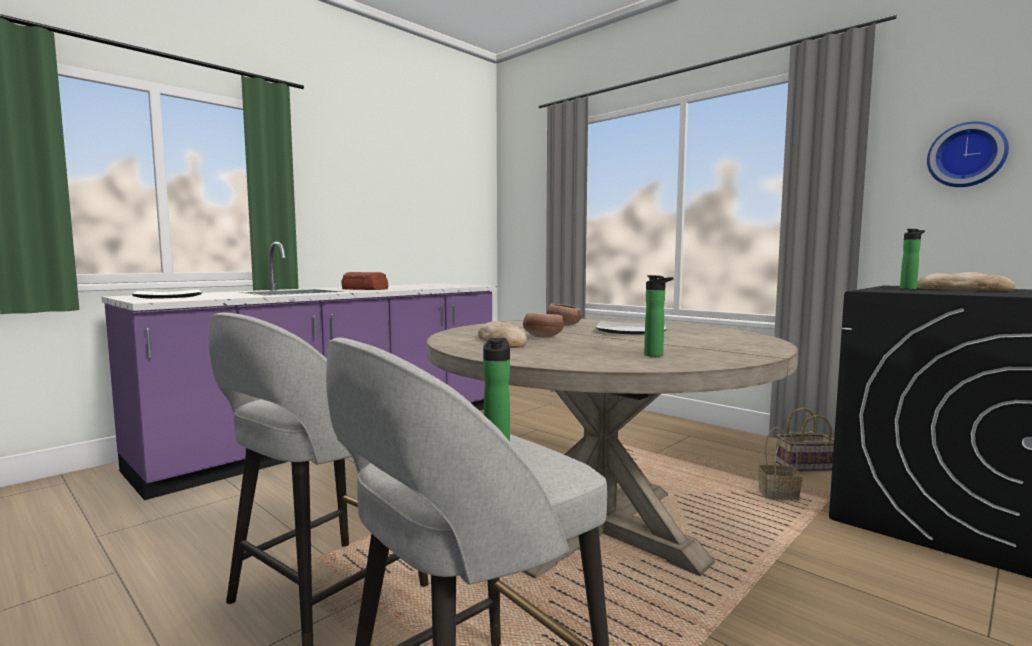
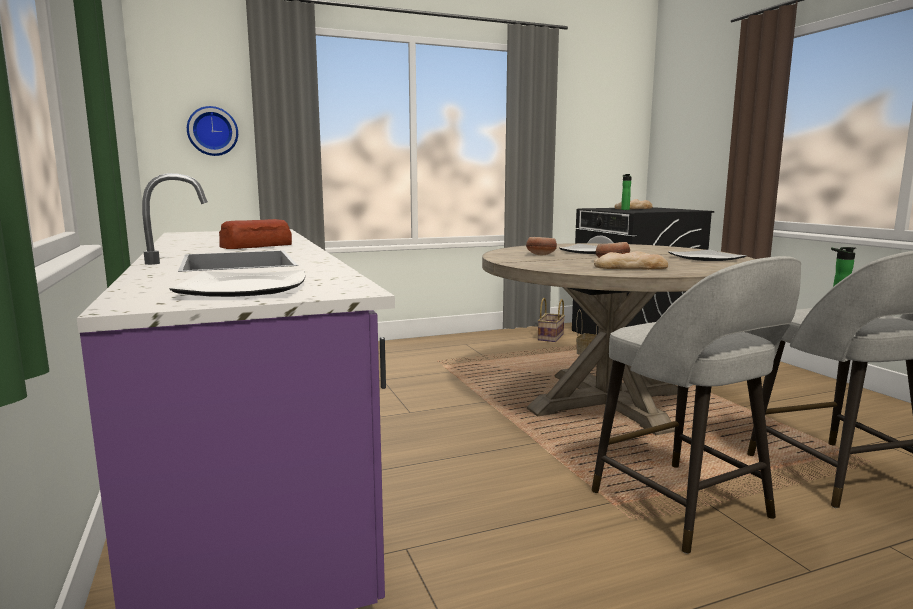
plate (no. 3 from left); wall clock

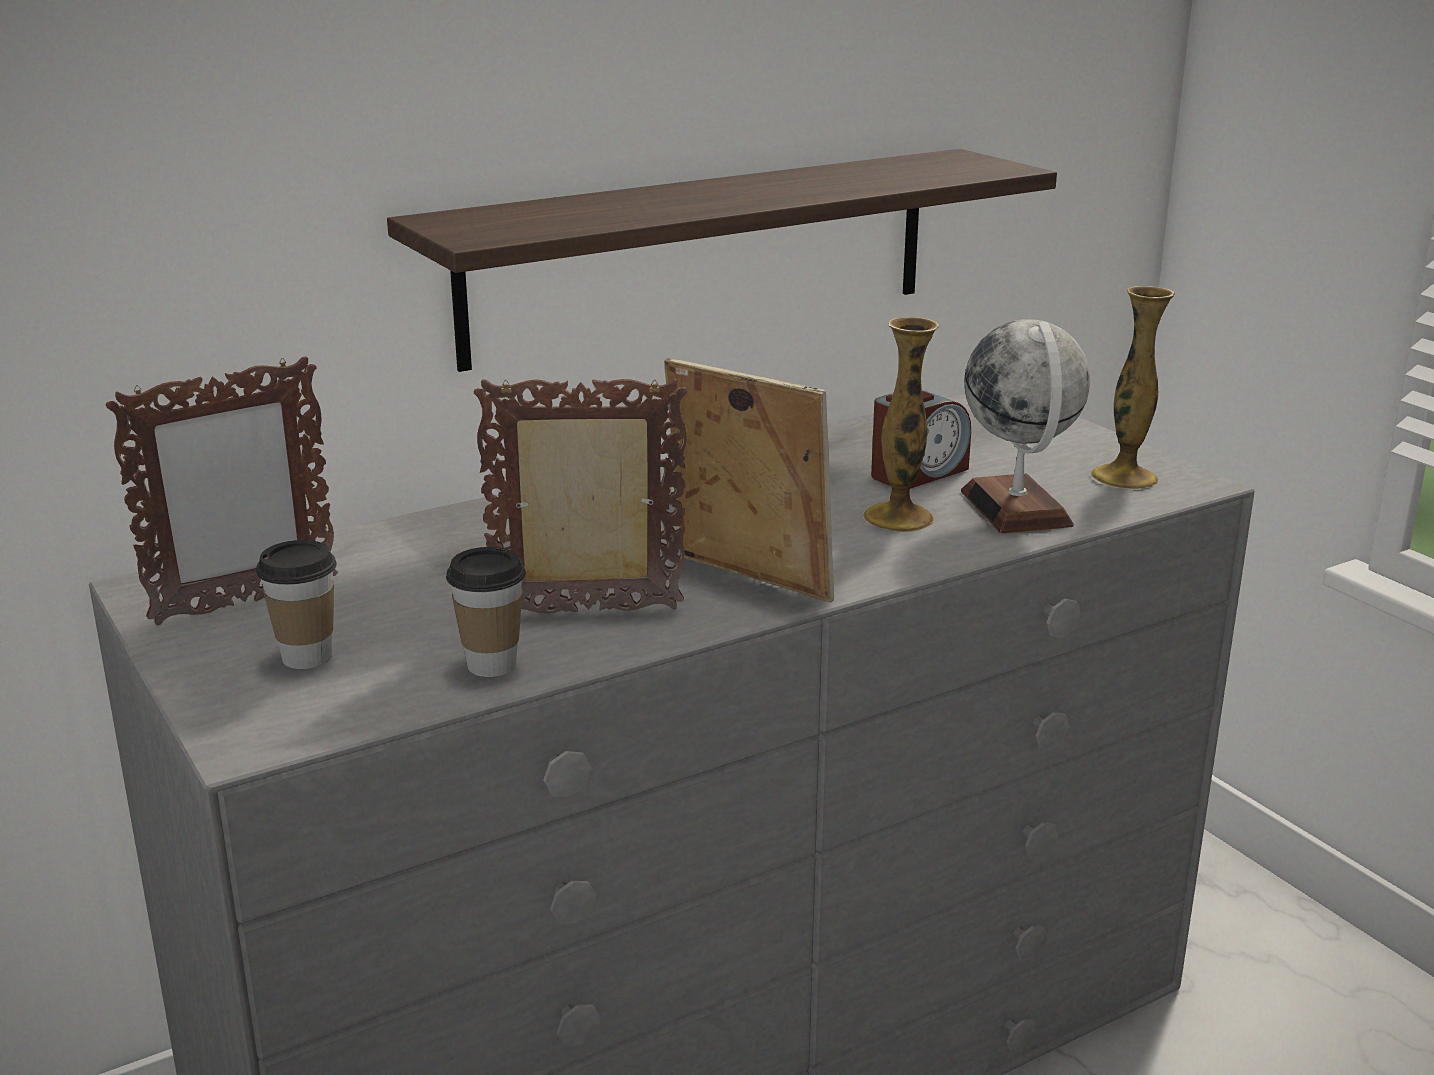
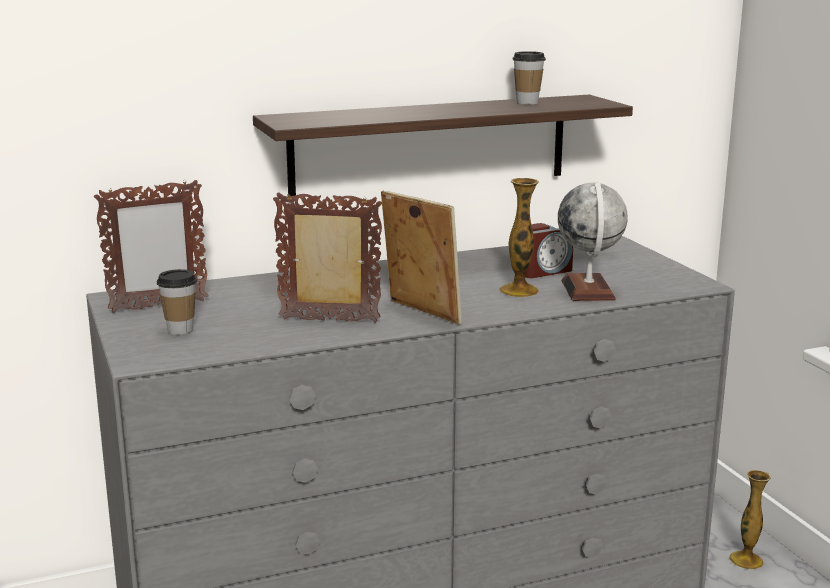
cup (no. 2 from left); vase (no. 2 from left)

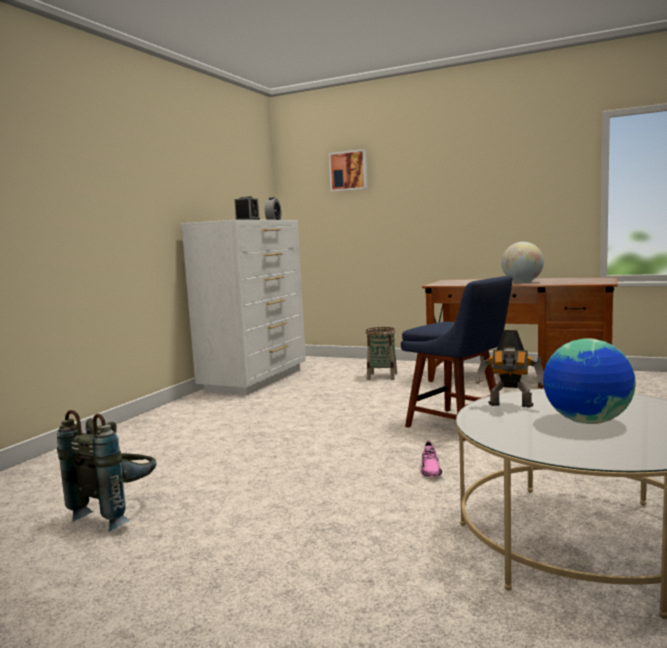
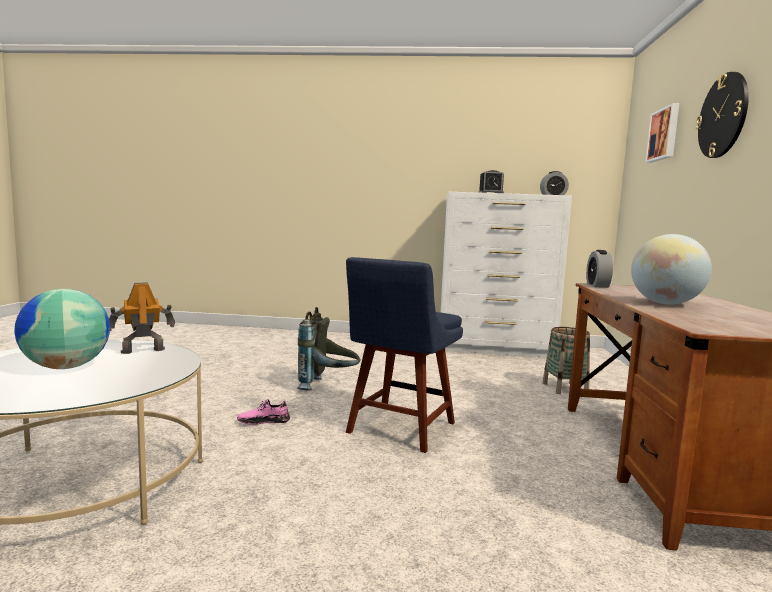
backpack/grey; toy robot; alarm clock (no. 3 from left); wall clock

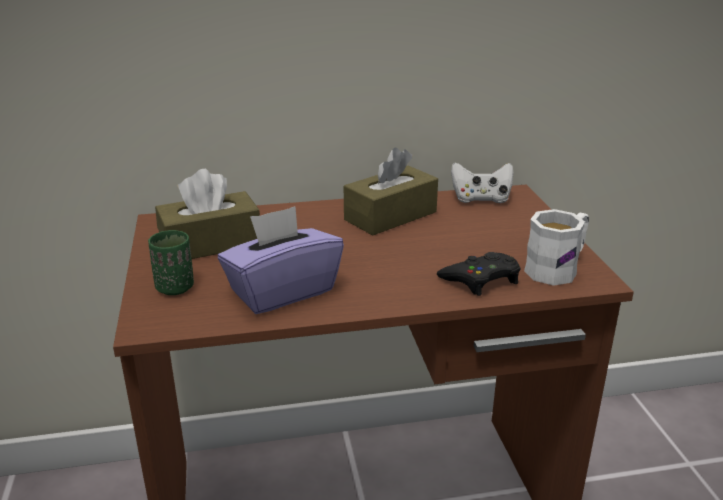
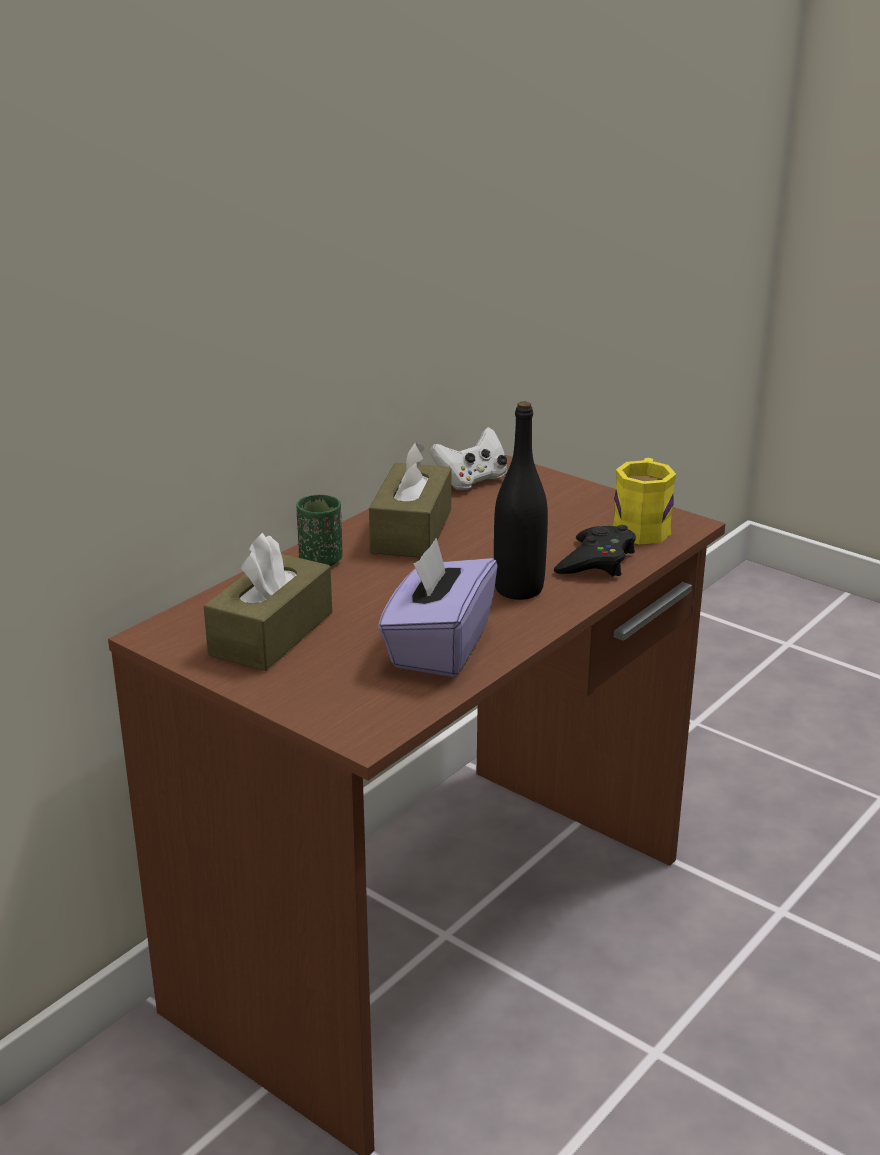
cup/green; mug/yellow; bottle/black

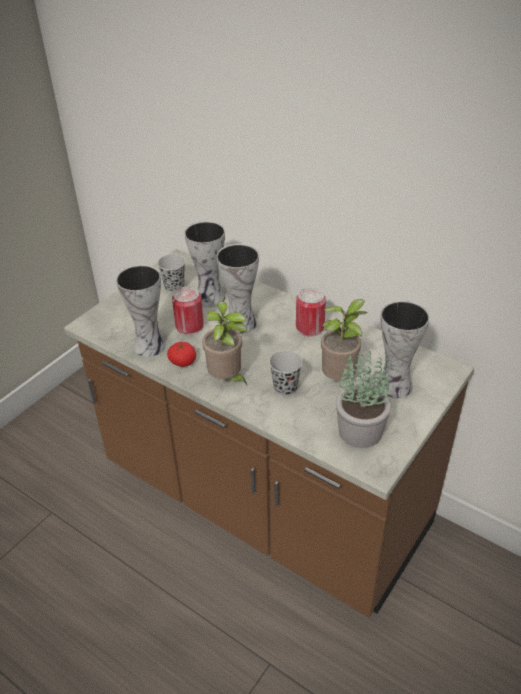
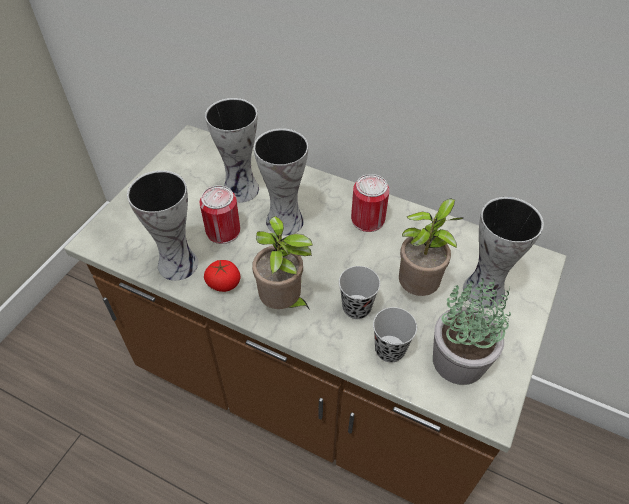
cup/black (no. 2 from left)

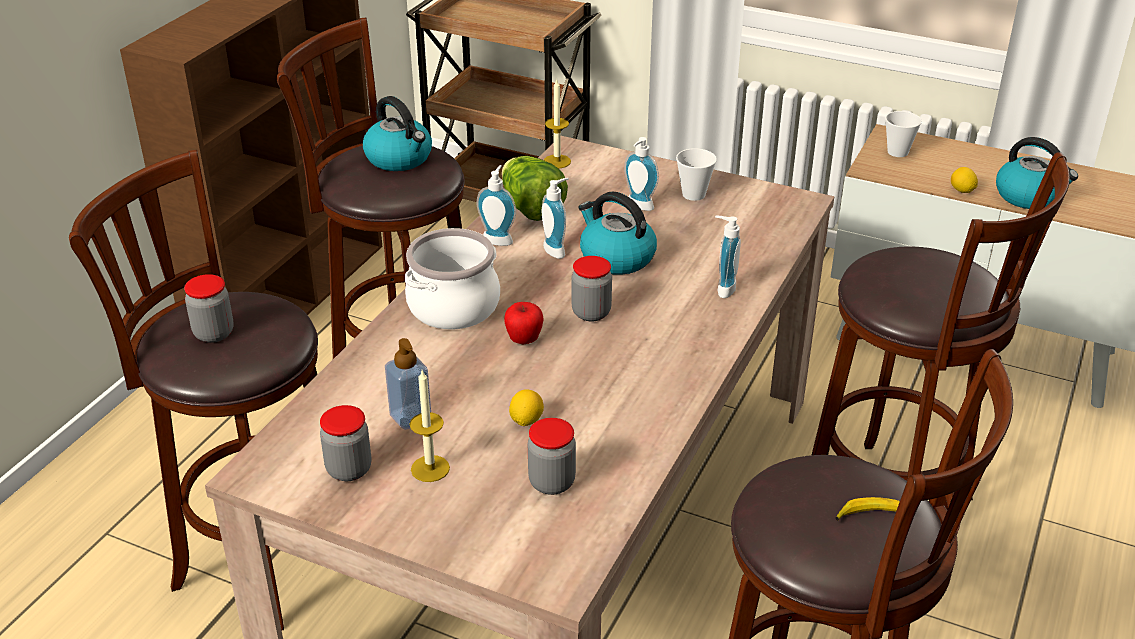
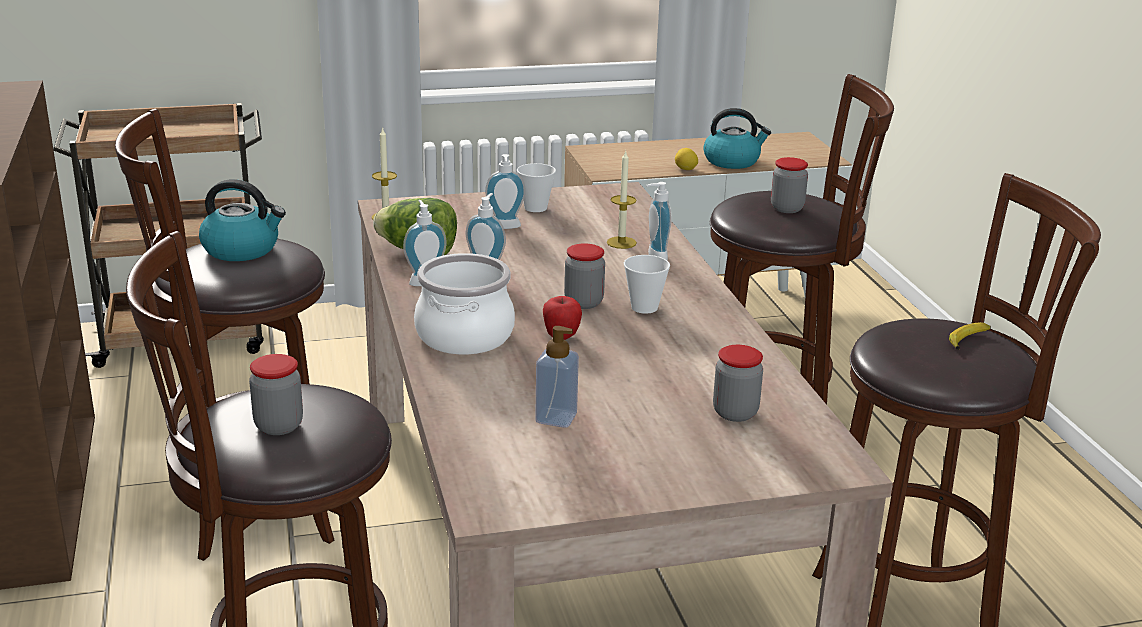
jar (no. 4 from left); candle (no. 2 from left); lemon (no. 1 from left in the first image); kettle (no. 2 from left in the first image); cup (no. 2 from left)

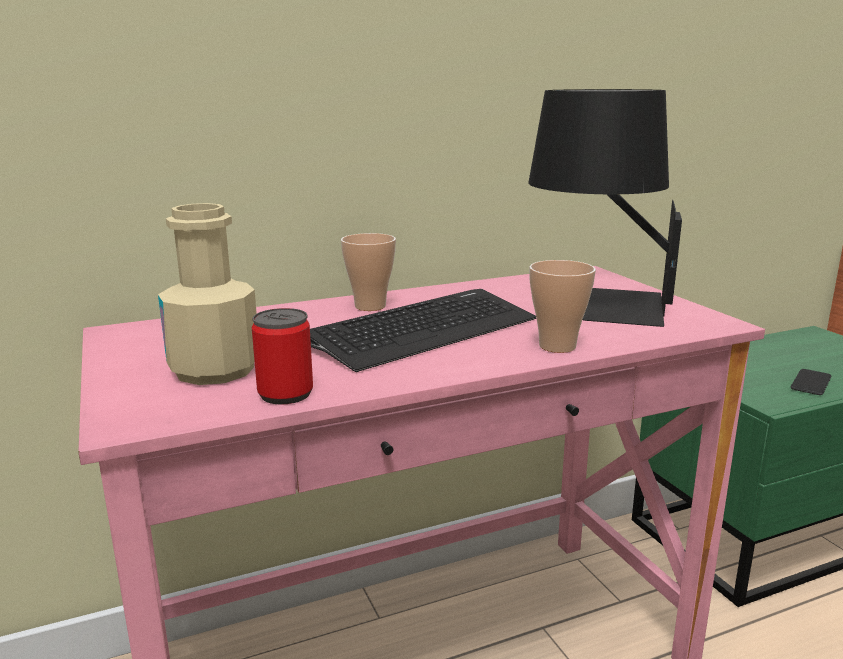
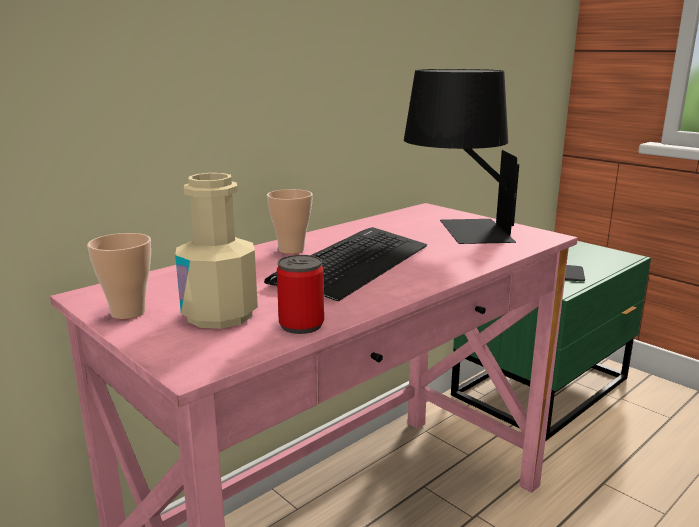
cup (no. 1 from left)

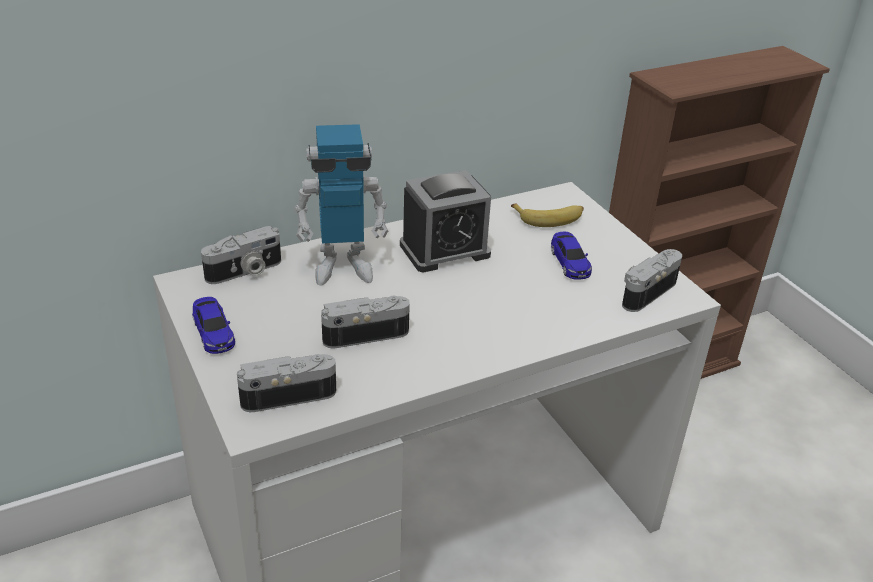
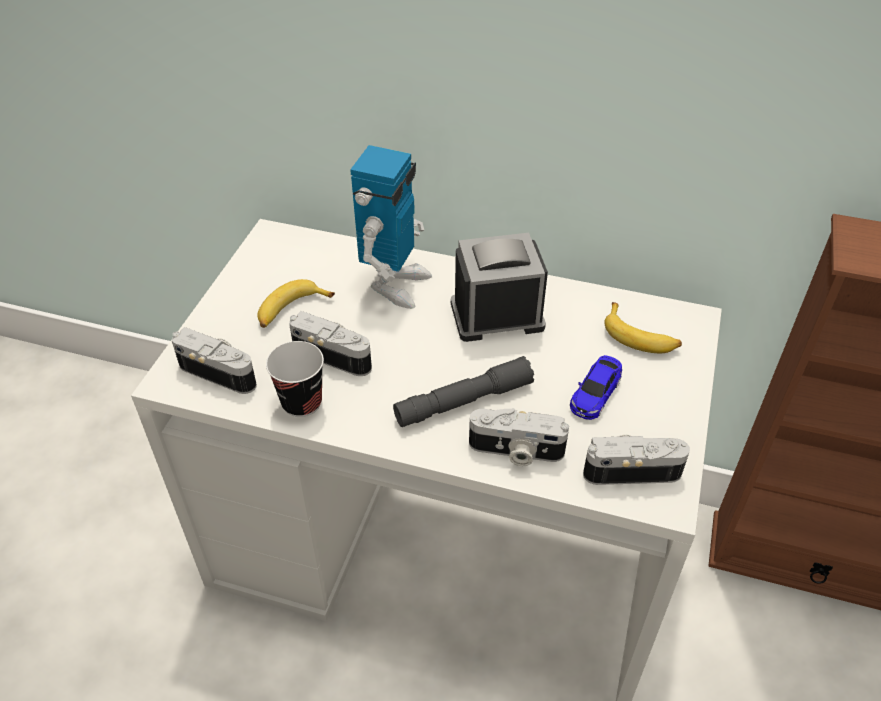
toy car (no. 1 from left in the first image); photo camera (no. 3 from left); toy robot; alarm clock; banana (no. 1 from left); cup; flashlight/grey

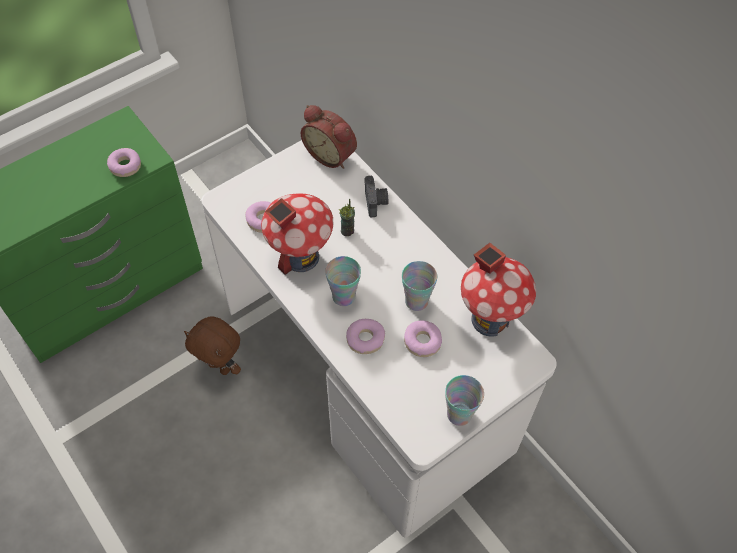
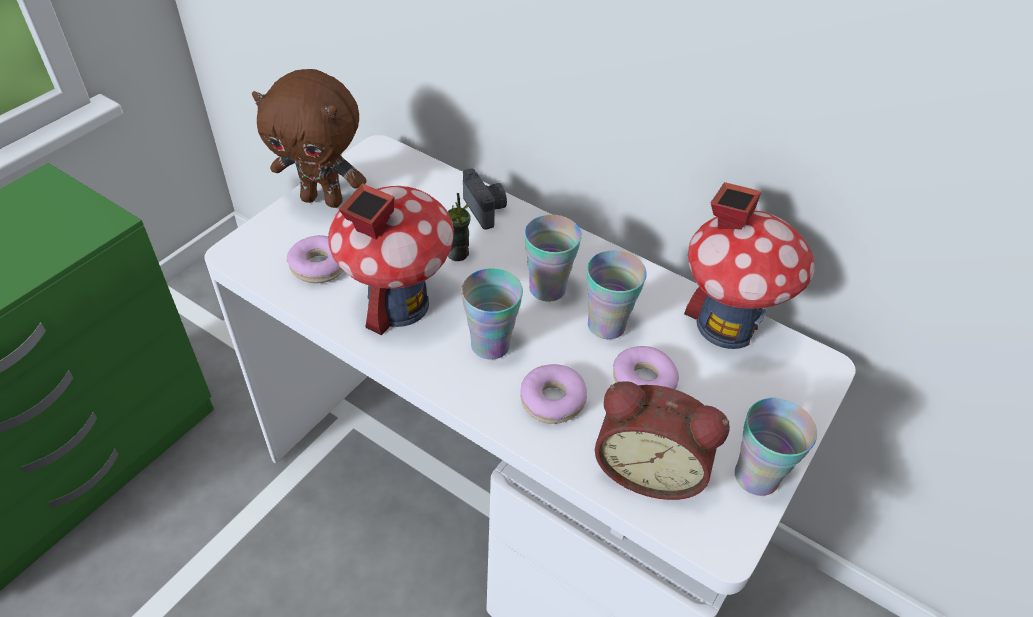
donut (no. 1 from left in the first image); plush toy/brown; alarm clock; cup (no. 3 from left)

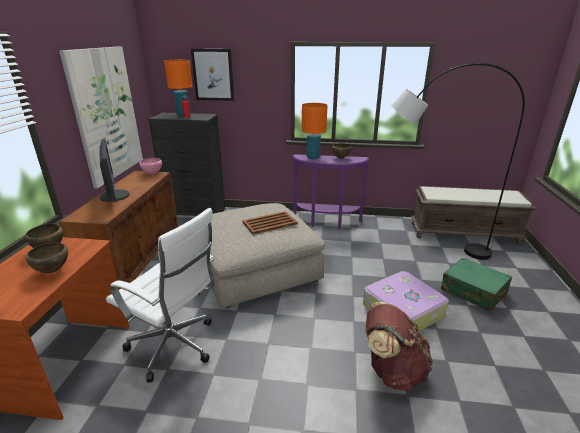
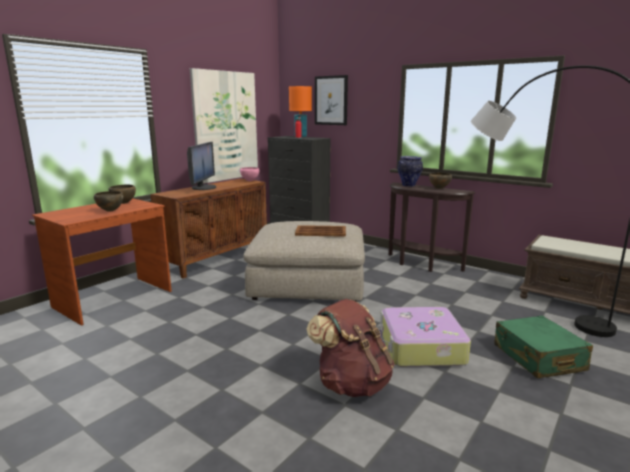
office chair/white; console table/brown; vase

